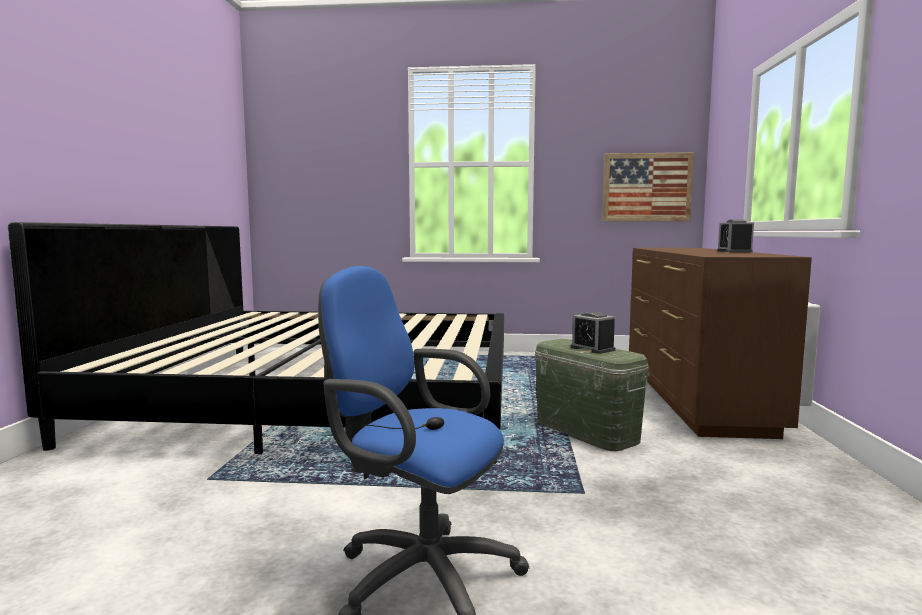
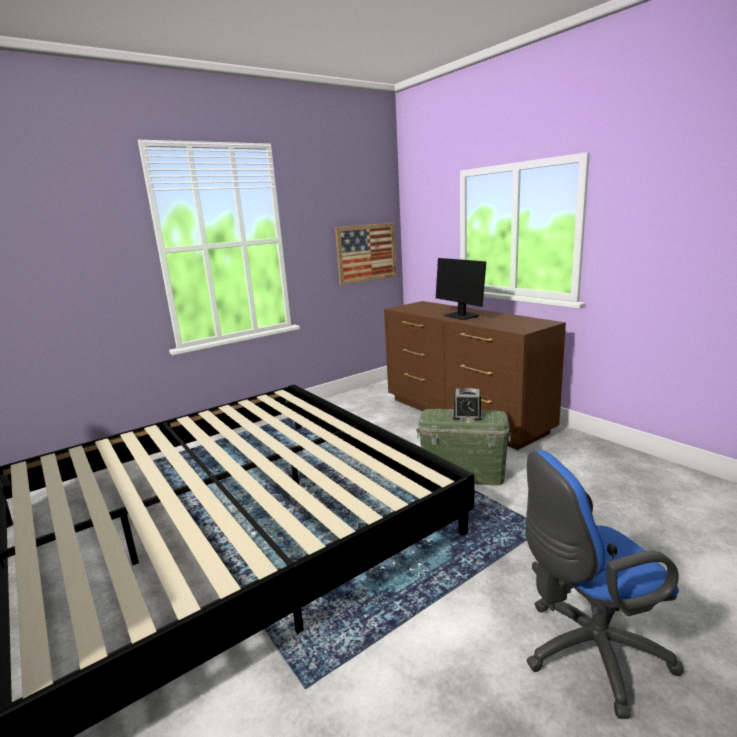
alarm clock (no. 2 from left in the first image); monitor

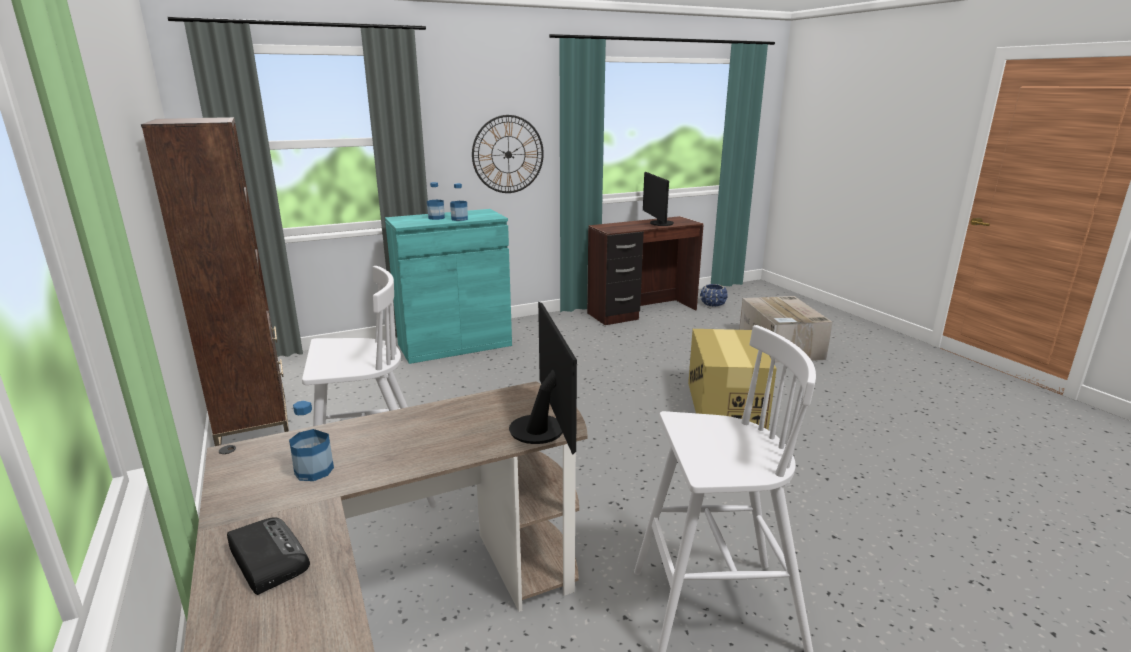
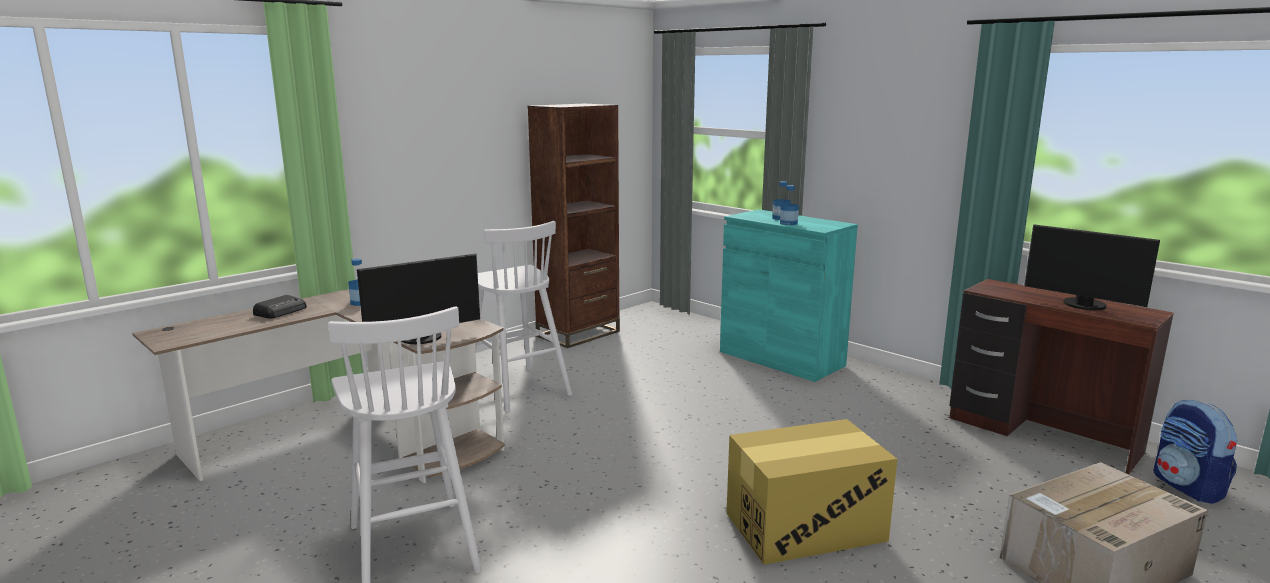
wall clock; monitor (no. 2 from left); backpack

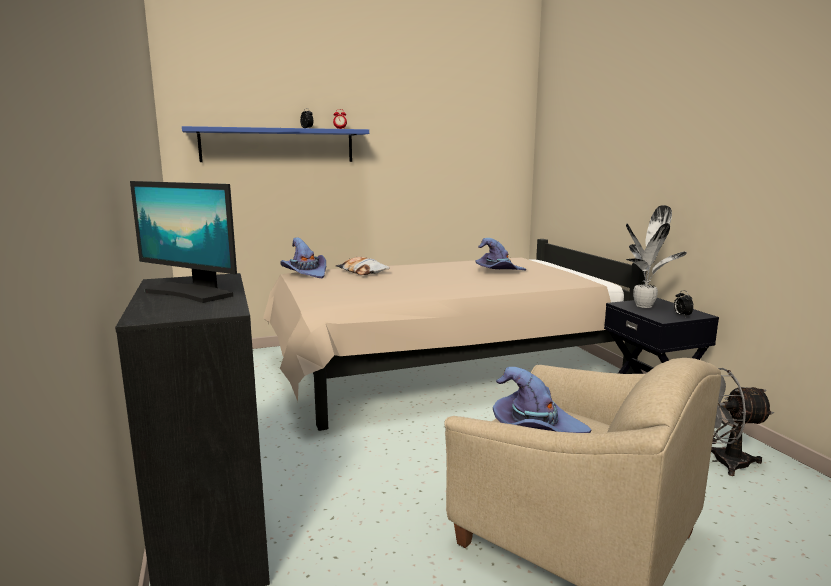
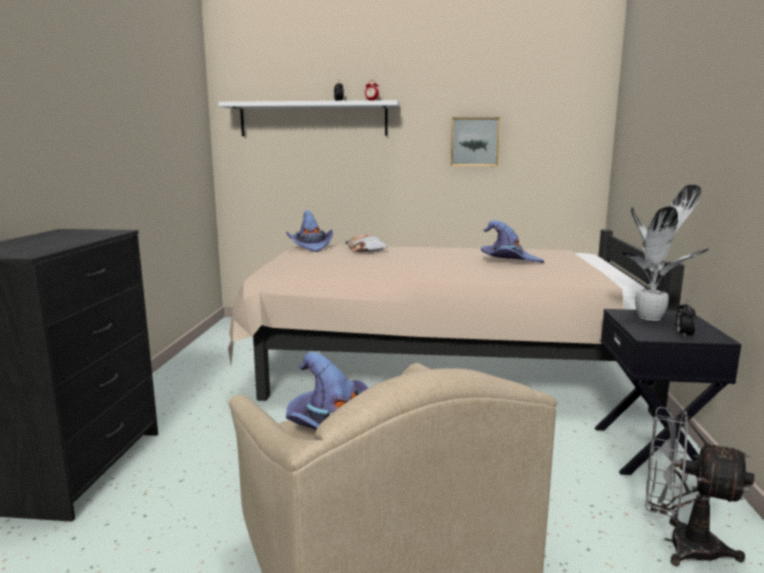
monitor; shelf/white; picture

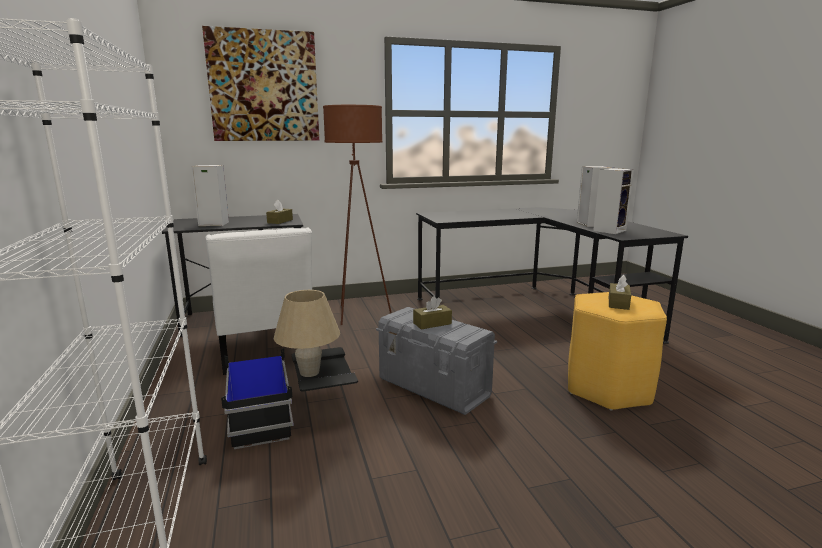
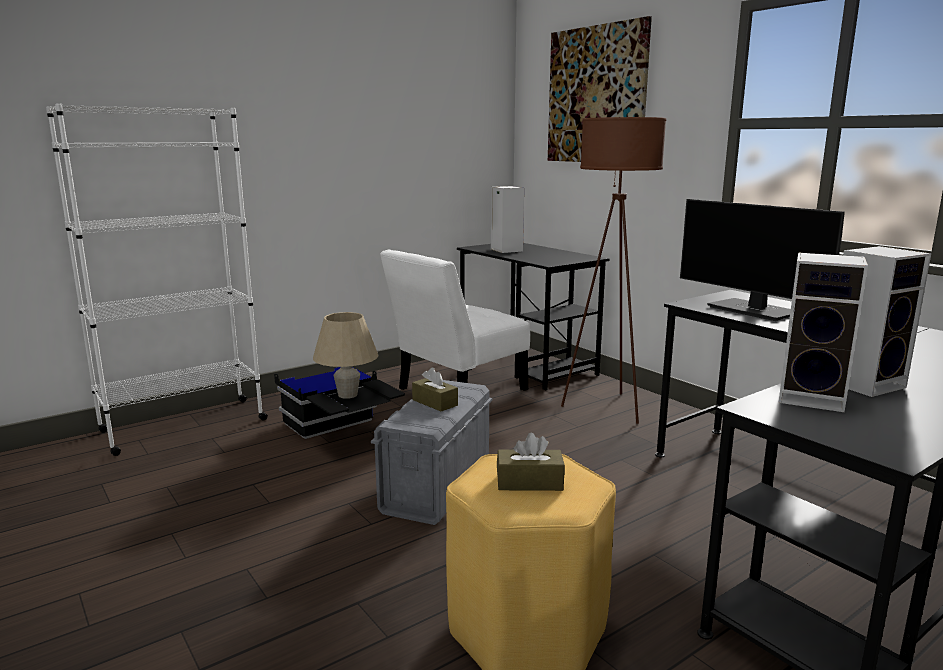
tissue box/brown (no. 1 from left in the first image); monitor

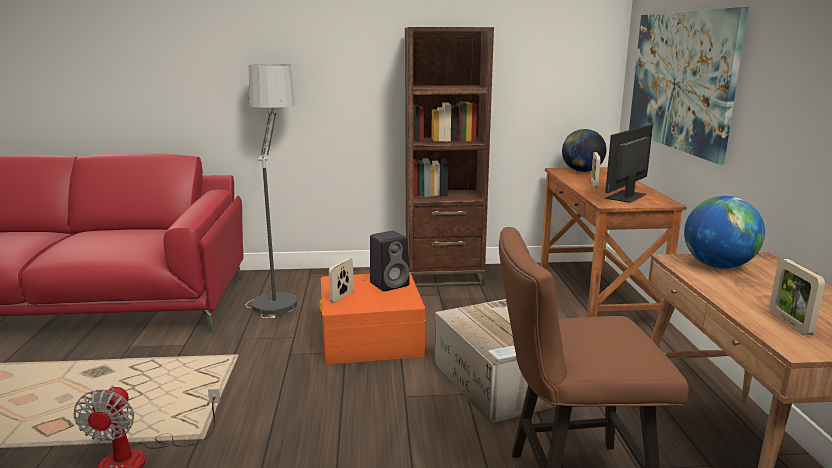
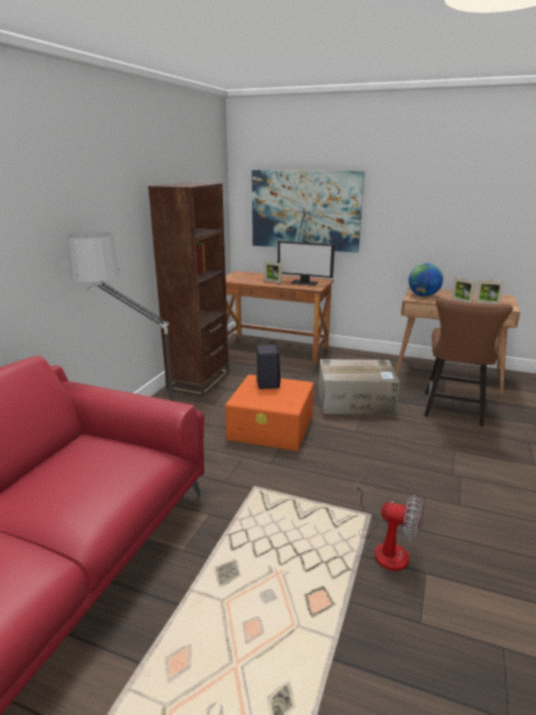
picture frame (no. 2 from left); globe (no. 1 from left in the first image); monitor

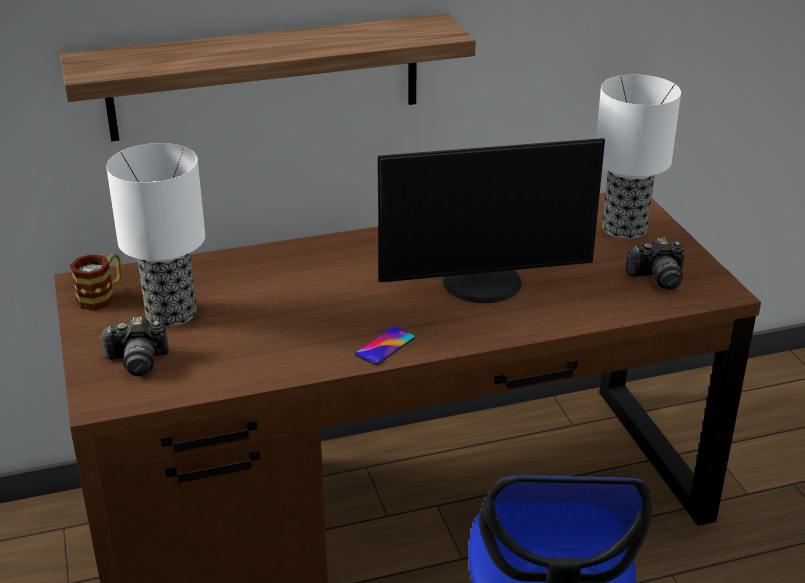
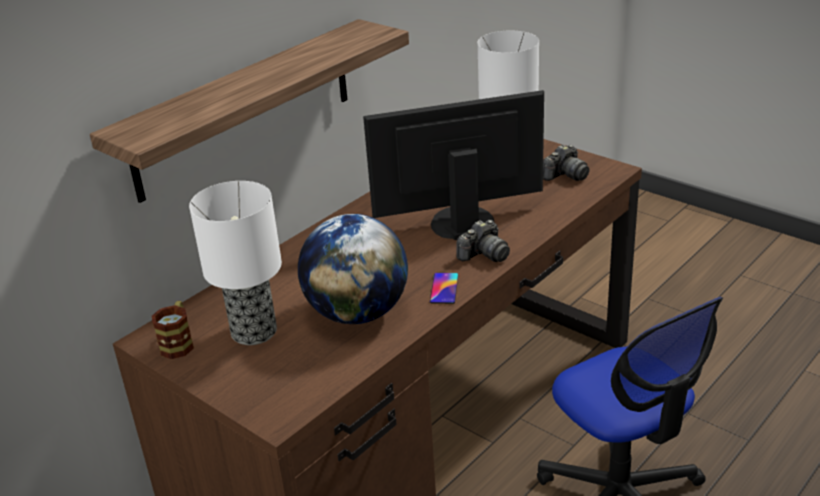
photo camera (no. 1 from left); monitor; globe

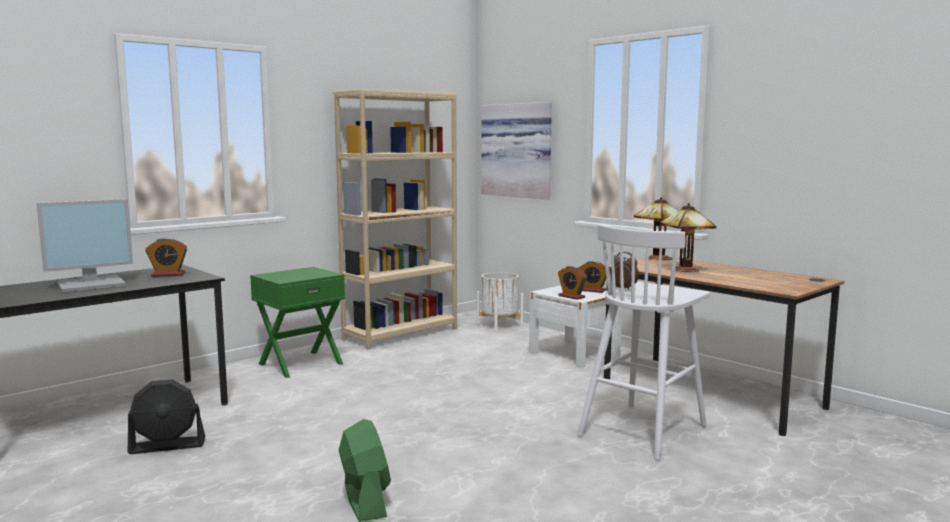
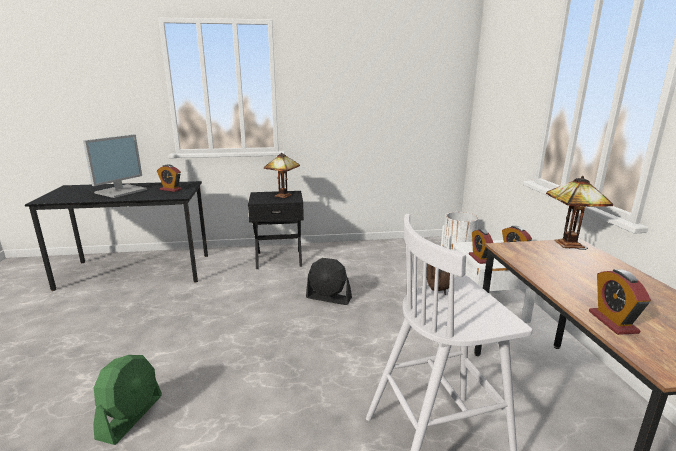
monitor; fan/black; nightstand/black; bookcase/beige; picture; table lamp (no. 1 from left); alarm clock (no. 5 from left)

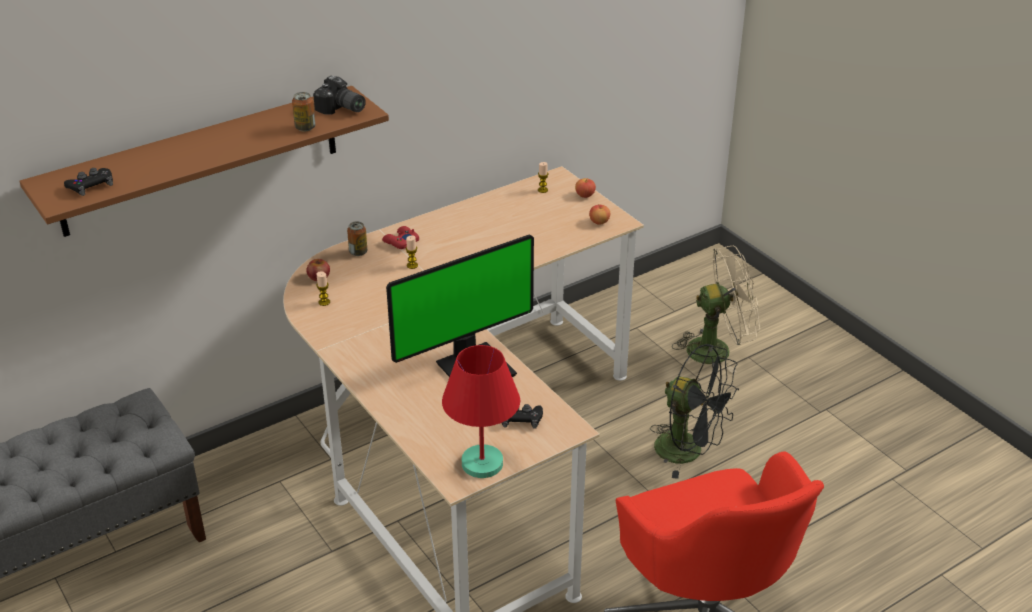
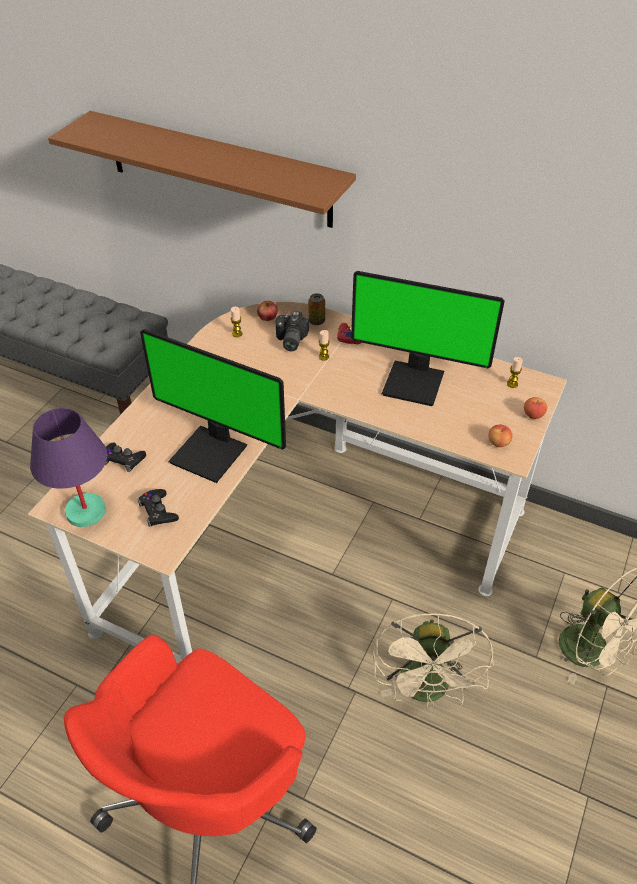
game controller/black (no. 1 from left); can (no. 1 from left in the first image); photo camera; table lamp/purple; fan/beige (no. 1 from left); monitor (no. 2 from left)

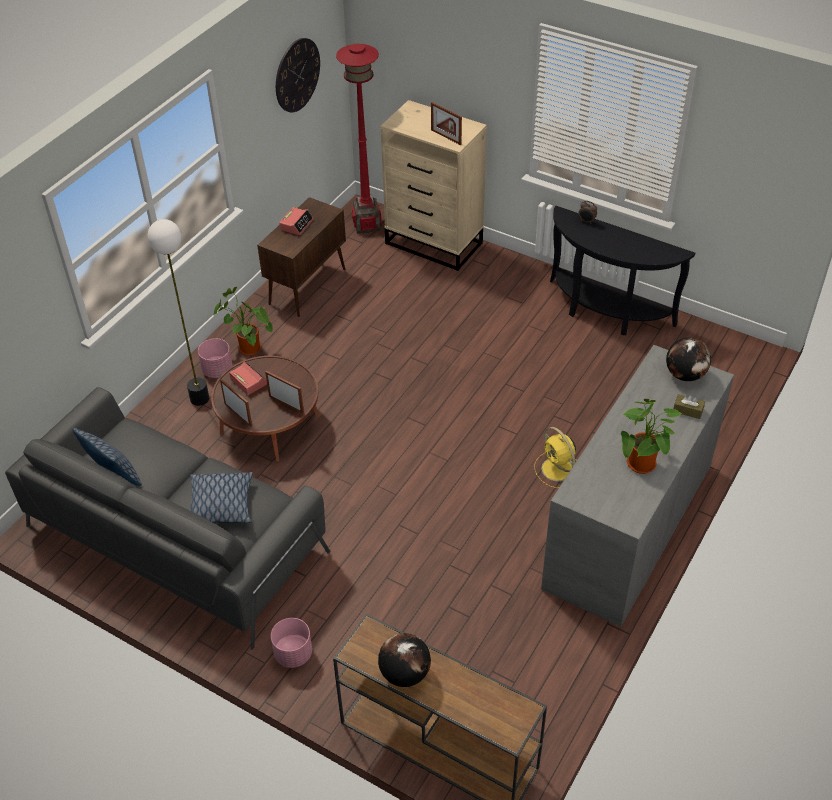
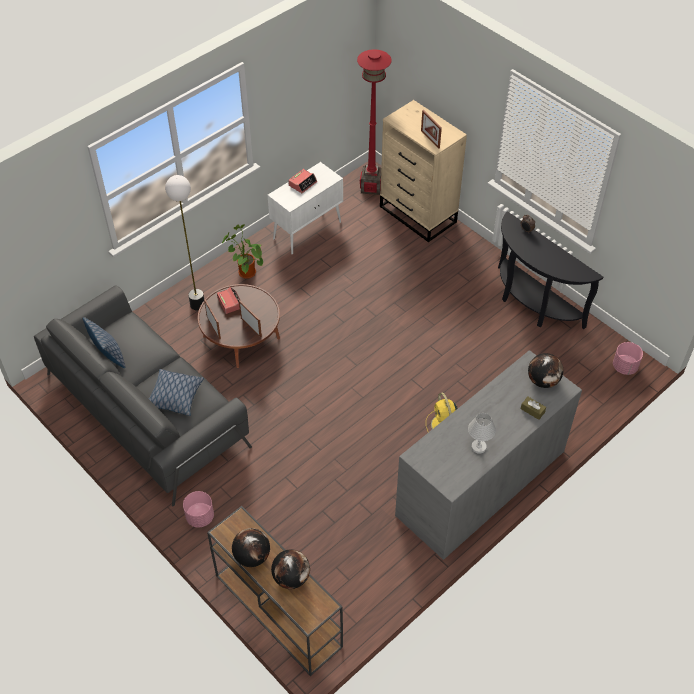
planter/pink (no. 2 from left); cabinet/white; wall clock; table lamp/white; globe (no. 2 from left)

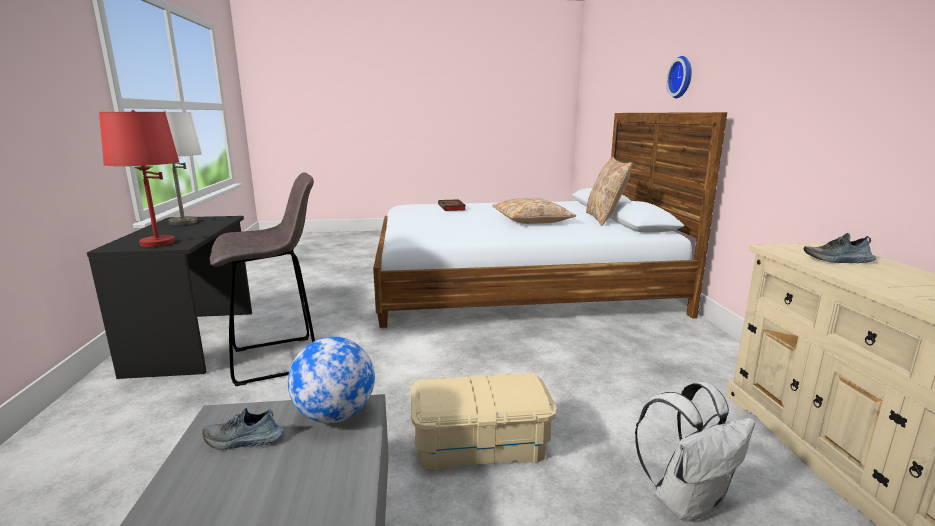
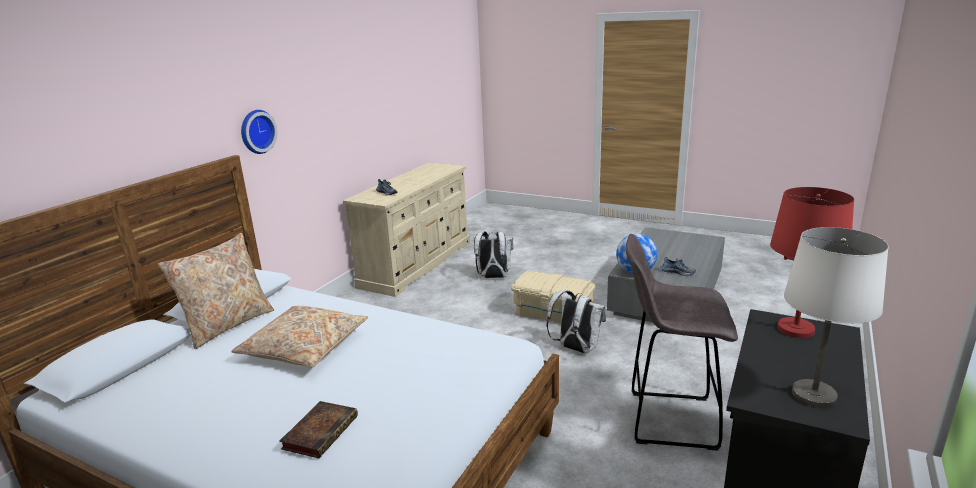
wall clock; backpack/white (no. 2 from left)

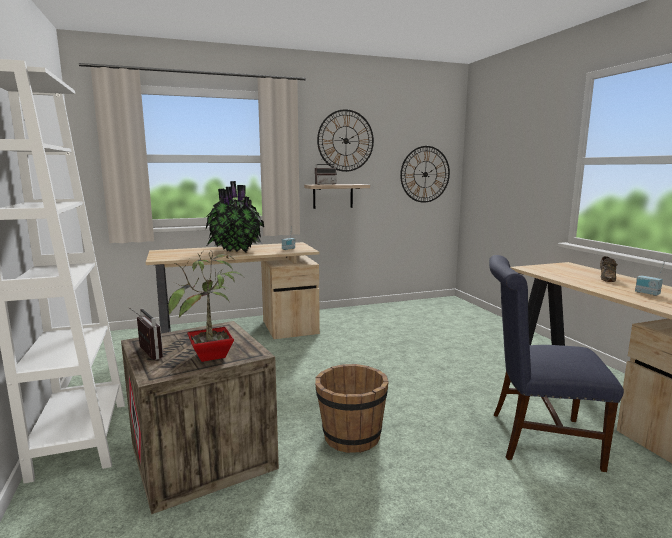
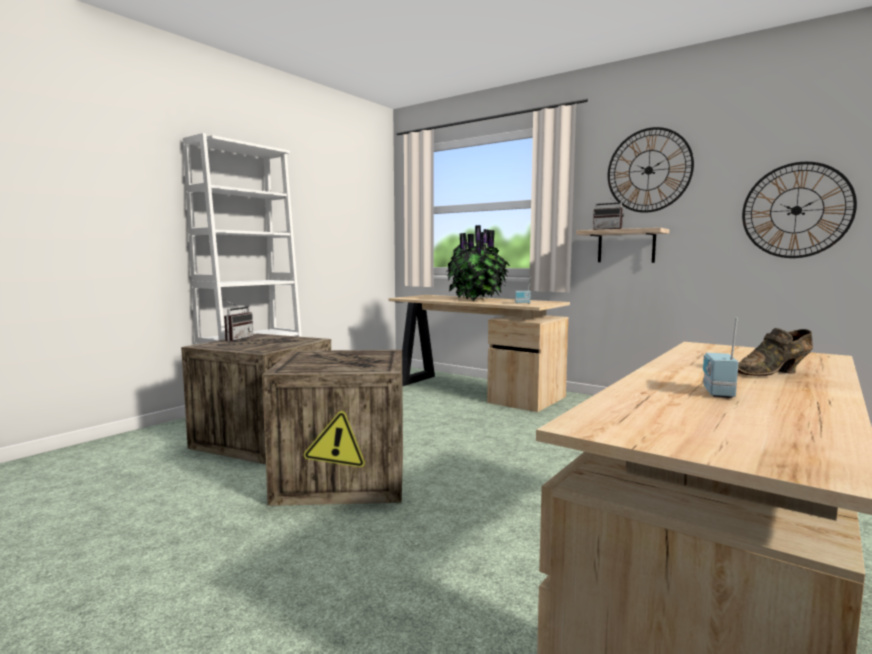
potted plant (no. 1 from left in the first image); crate (no. 2 from left); chair/blue

